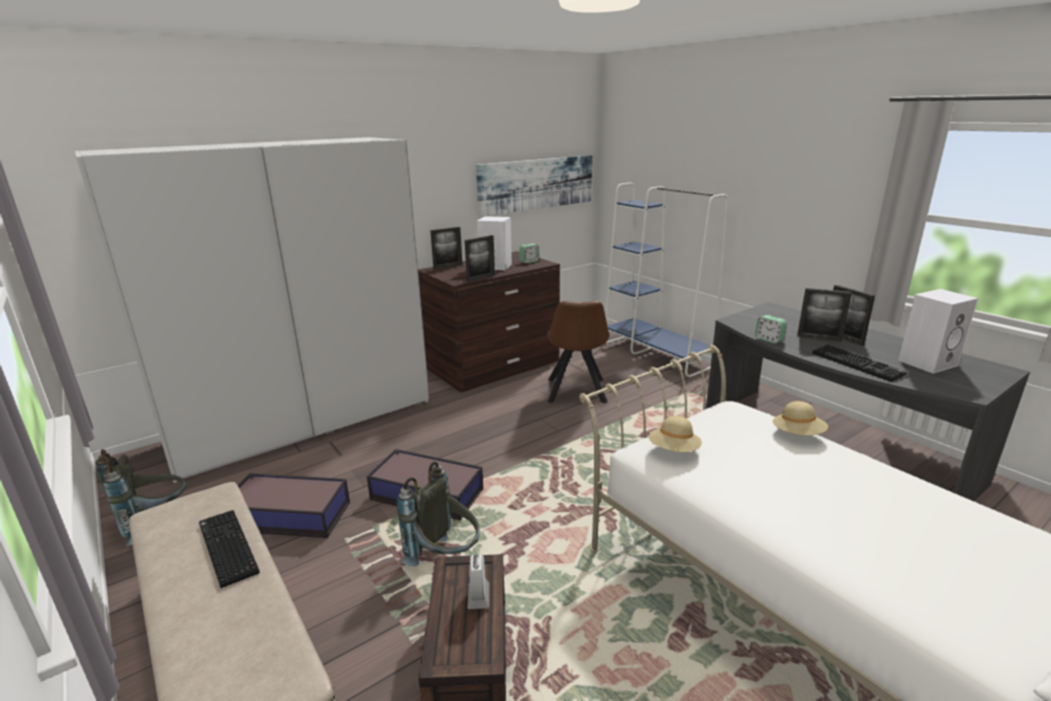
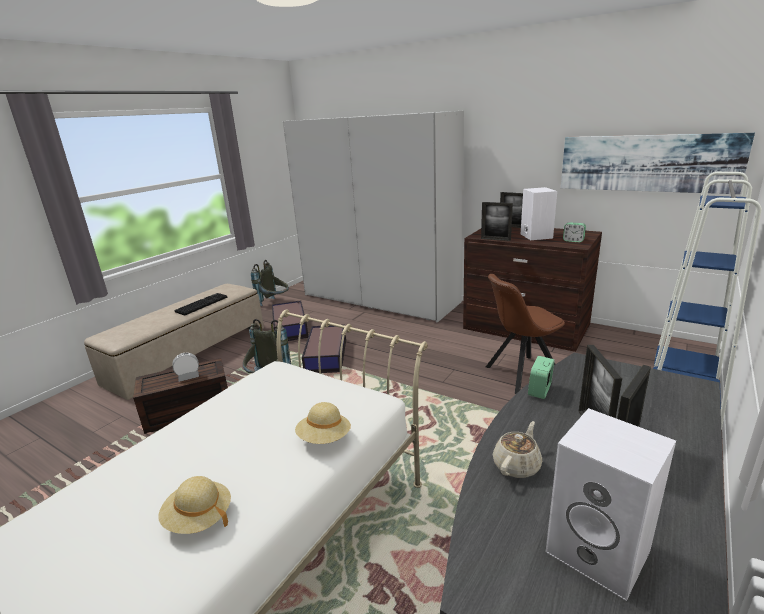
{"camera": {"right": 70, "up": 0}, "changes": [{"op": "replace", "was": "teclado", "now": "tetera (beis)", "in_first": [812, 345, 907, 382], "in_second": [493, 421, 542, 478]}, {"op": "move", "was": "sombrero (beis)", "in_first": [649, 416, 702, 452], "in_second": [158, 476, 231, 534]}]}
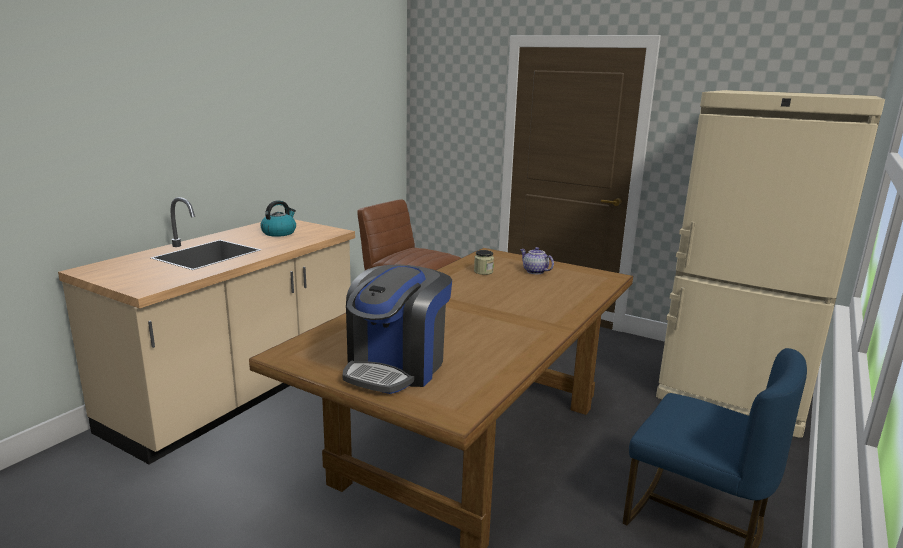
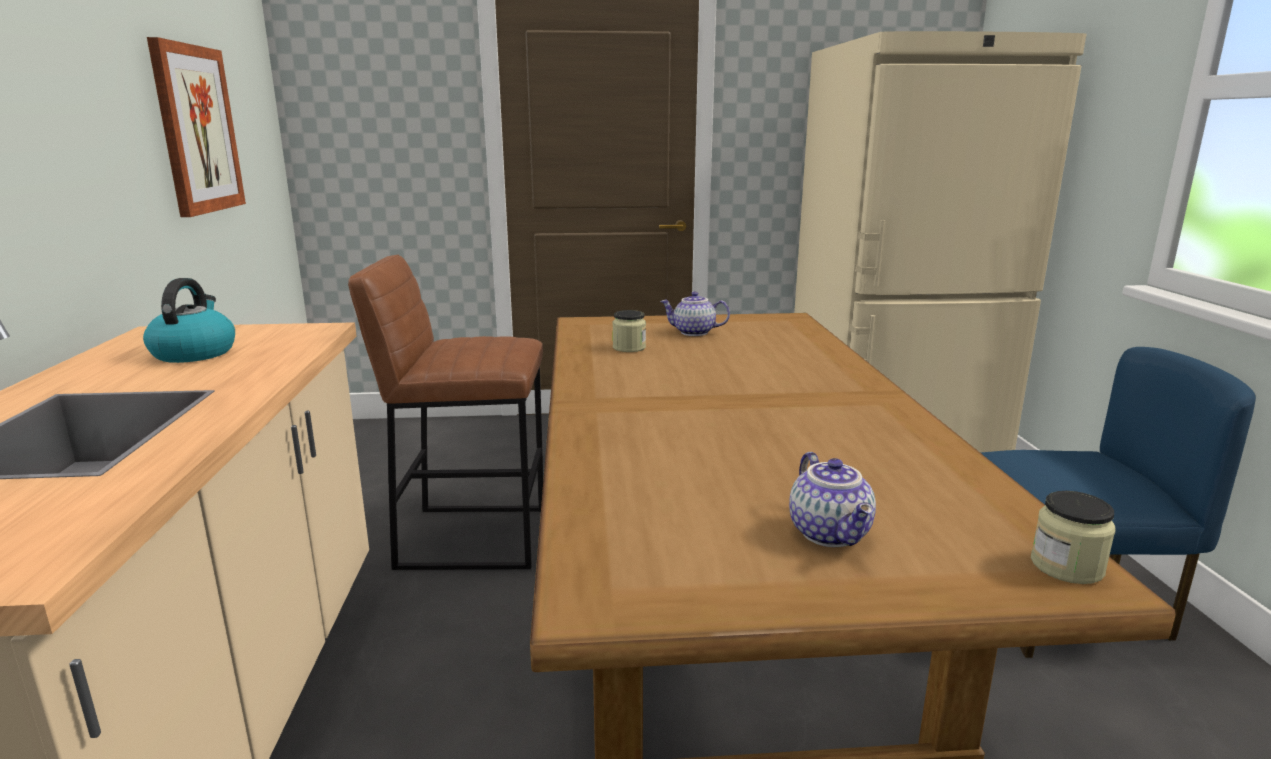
{"camera": {"right": -35, "up": 0}, "changes": [{"op": "replace", "was": "cafetera", "now": "tetera", "in_first": [343, 265, 452, 394], "in_second": [789, 452, 876, 547]}, {"op": "insert", "now": "cuadro", "in_second": [147, 37, 246, 217]}, {"op": "insert", "now": "tarro", "in_second": [1031, 491, 1116, 584]}]}
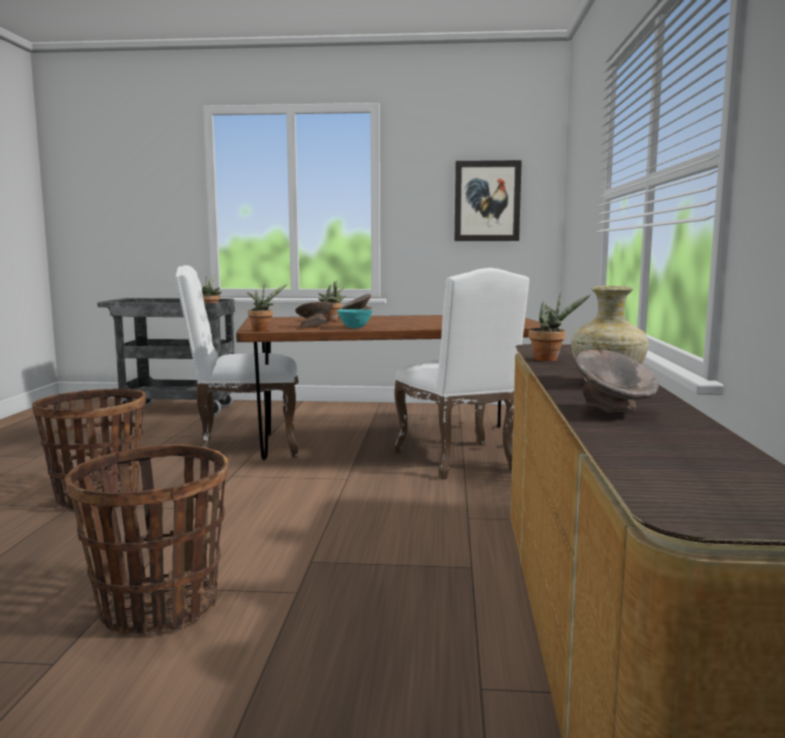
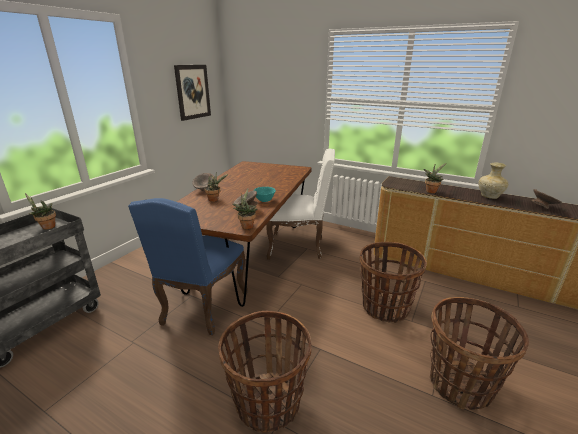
{"camera": {"right": -65, "up": 15}, "changes": [{"op": "recolor", "was": "silla (blanco)", "now": "silla (azul)", "in_first": [176, 265, 299, 459], "in_second": [128, 198, 248, 335]}, {"op": "insert", "now": "cesta", "in_second": [360, 242, 427, 323]}]}
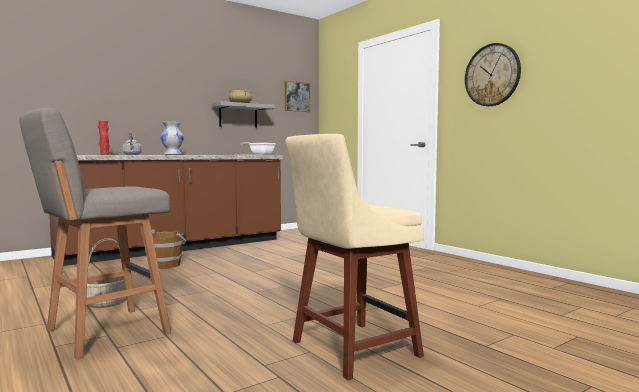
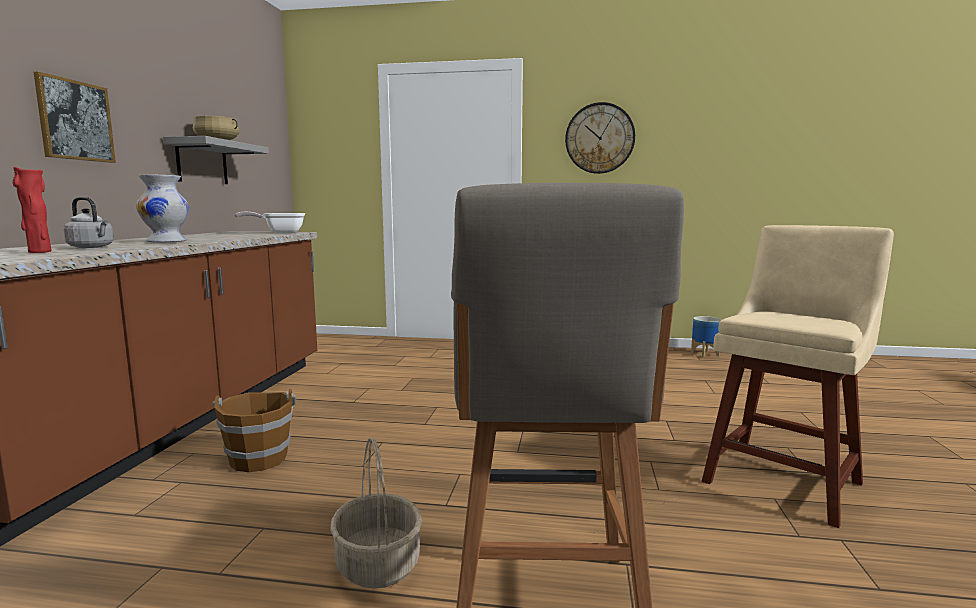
{"camera": {"right": -45, "up": 5}, "changes": [{"op": "move", "was": "cuadro", "in_first": [285, 80, 310, 112], "in_second": [34, 71, 116, 163]}, {"op": "rotate", "was": "silla (beis)", "in_first": [285, 134, 424, 380], "in_second": [702, 225, 894, 528], "clockwise": -150}, {"op": "insert", "now": "maceta", "in_second": [691, 316, 722, 357]}]}
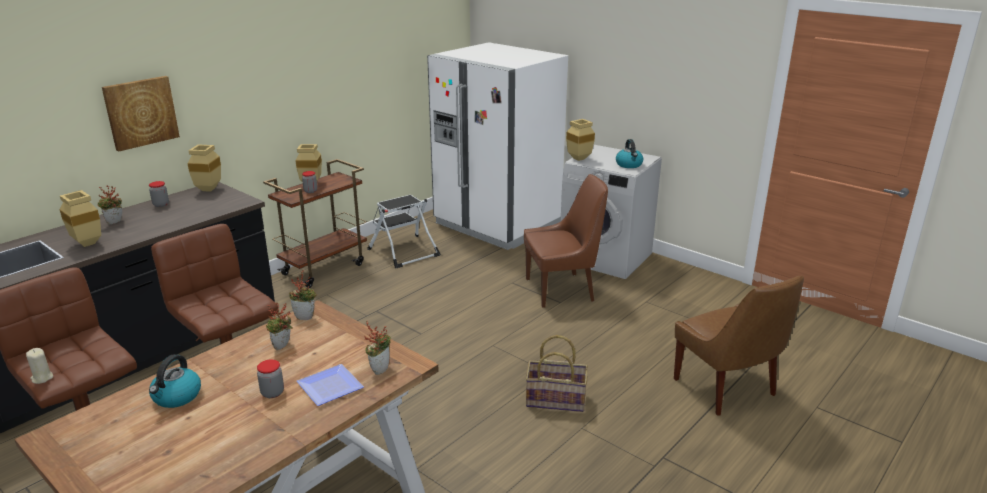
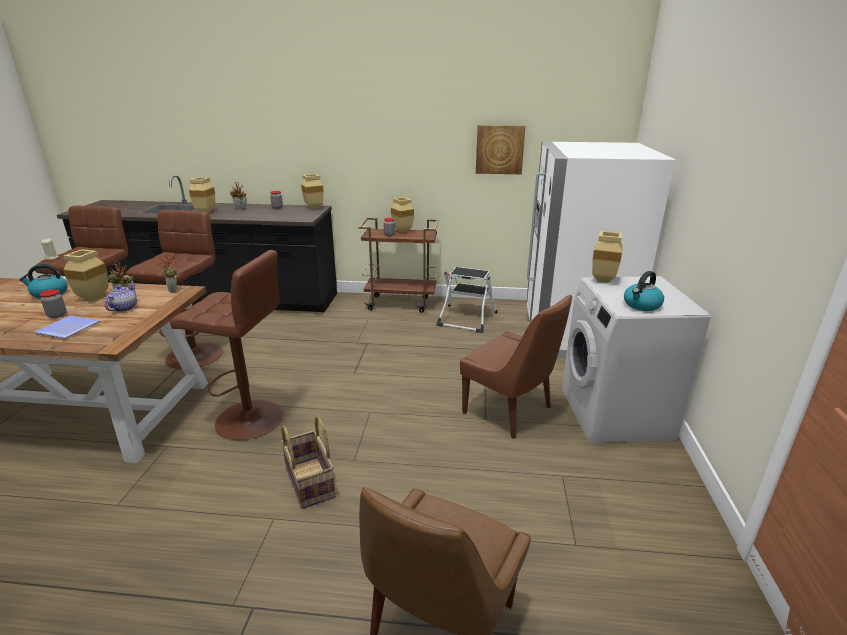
{"camera": {"right": 55, "up": 0}, "changes": [{"op": "move", "was": "cuadro", "in_first": [102, 76, 180, 152], "in_second": [476, 125, 525, 174]}, {"op": "delete", "was": "planta en maceta", "in_first": [365, 321, 391, 375]}, {"op": "insert", "now": "florero (beis)", "in_second": [63, 249, 109, 301]}, {"op": "insert", "now": "taburete (marrón)", "in_second": [170, 250, 283, 440]}, {"op": "insert", "now": "tetera", "in_second": [104, 284, 137, 312]}]}
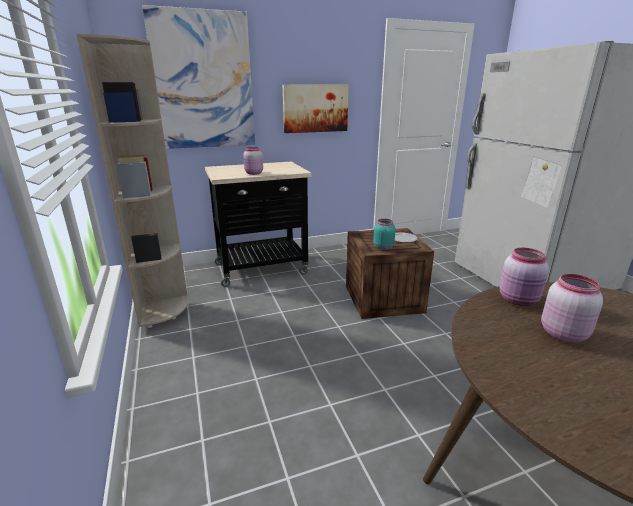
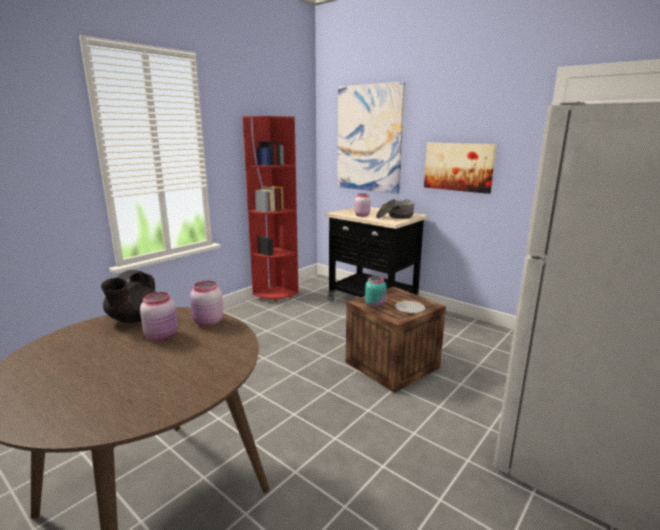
{"camera": {"right": 60, "up": -5}, "changes": [{"op": "recolor", "was": "estantería (beis)", "now": "estantería (rojo)", "in_first": [76, 34, 188, 328], "in_second": [242, 116, 299, 302]}, {"op": "insert", "now": "olla", "in_second": [376, 199, 415, 219]}, {"op": "insert", "now": "tetera (negro)", "in_second": [101, 270, 156, 323]}]}
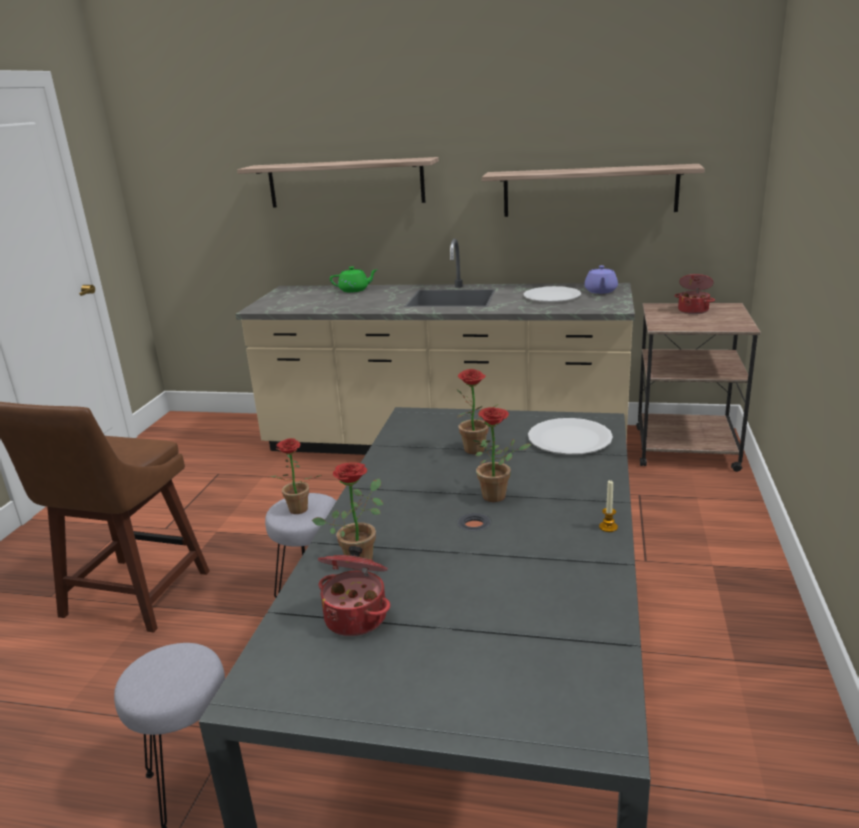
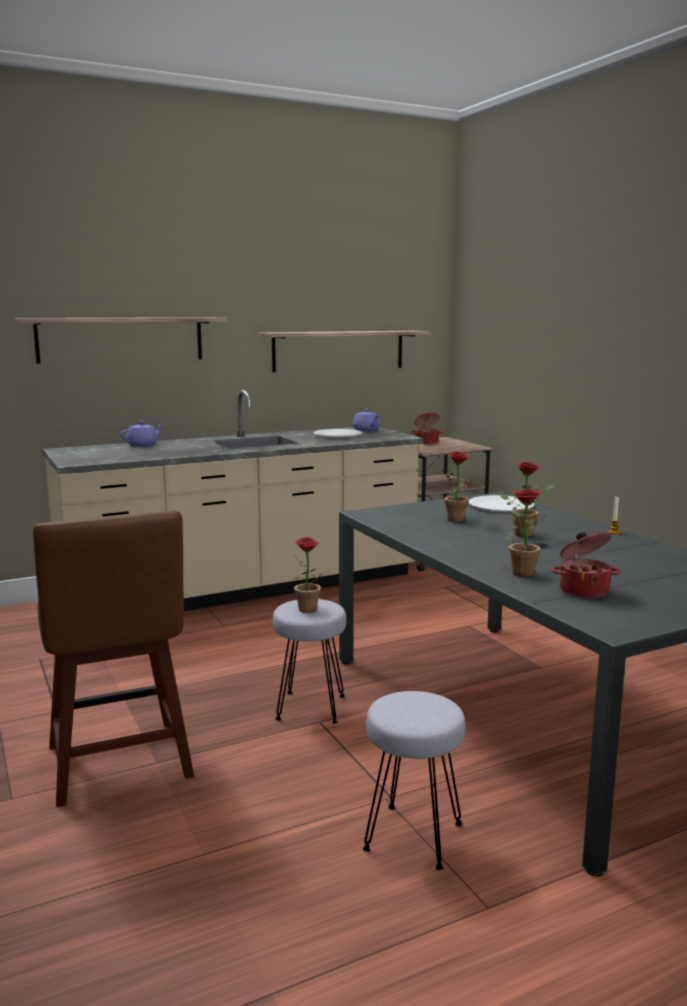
{"camera": {"right": -40, "up": -10}, "changes": [{"op": "recolor", "was": "tetera (verde)", "now": "tetera (morado)", "in_first": [330, 266, 377, 293], "in_second": [120, 421, 163, 447]}]}
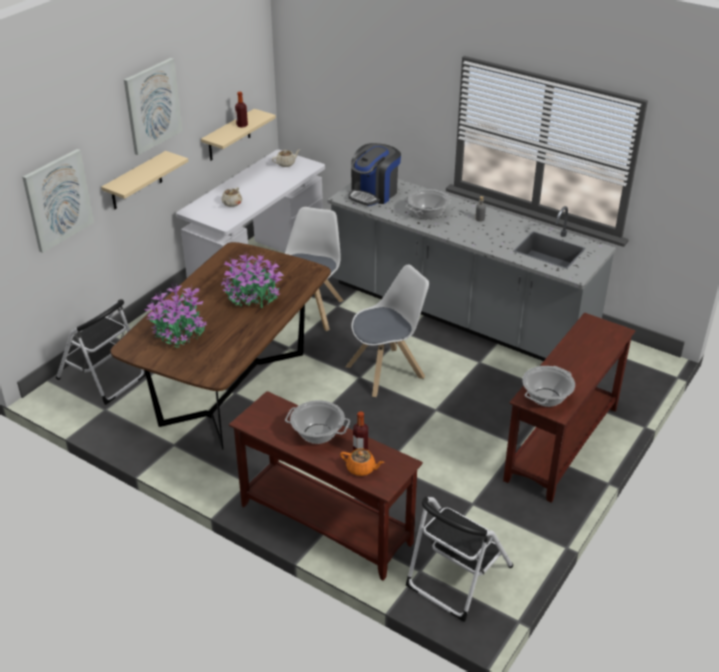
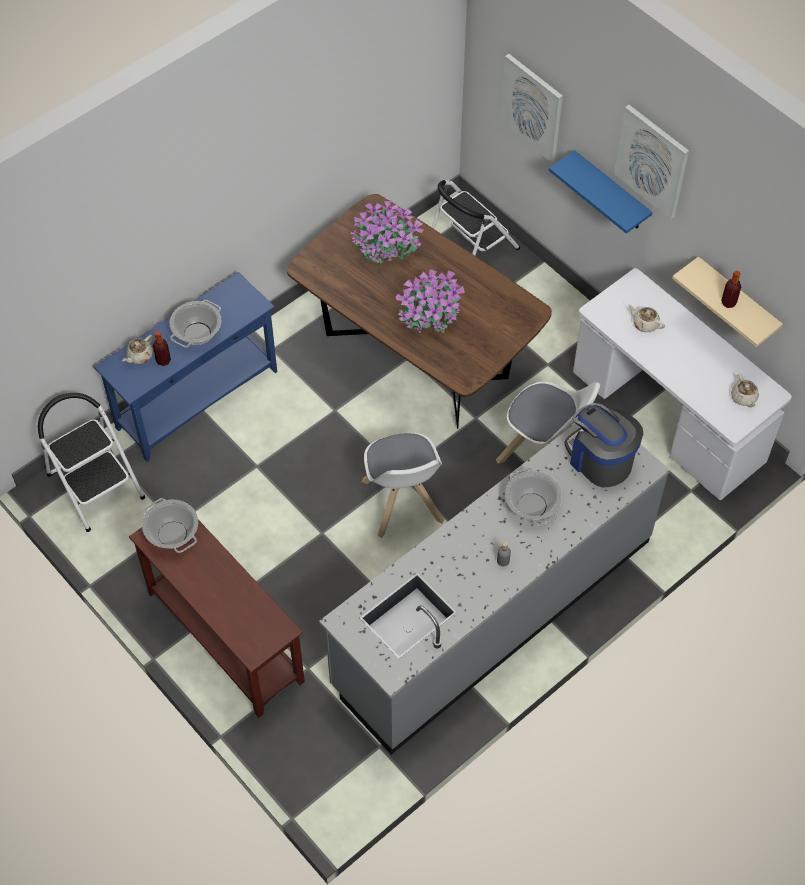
{"camera": {"right": 105, "up": 20}, "changes": [{"op": "recolor", "was": "estante (beis)", "now": "estante (azul)", "in_first": [101, 151, 188, 209], "in_second": [549, 150, 652, 234]}, {"op": "recolor", "was": "mesa consola (marrón)", "now": "mesa consola (azul)", "in_first": [229, 391, 423, 581], "in_second": [94, 272, 277, 462]}, {"op": "recolor", "was": "tetera (naranja)", "now": "tetera (beis)", "in_first": [340, 448, 384, 476], "in_second": [122, 335, 153, 364]}]}
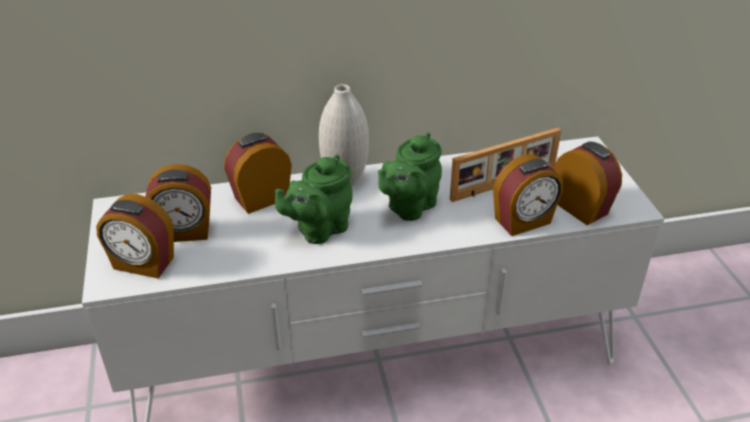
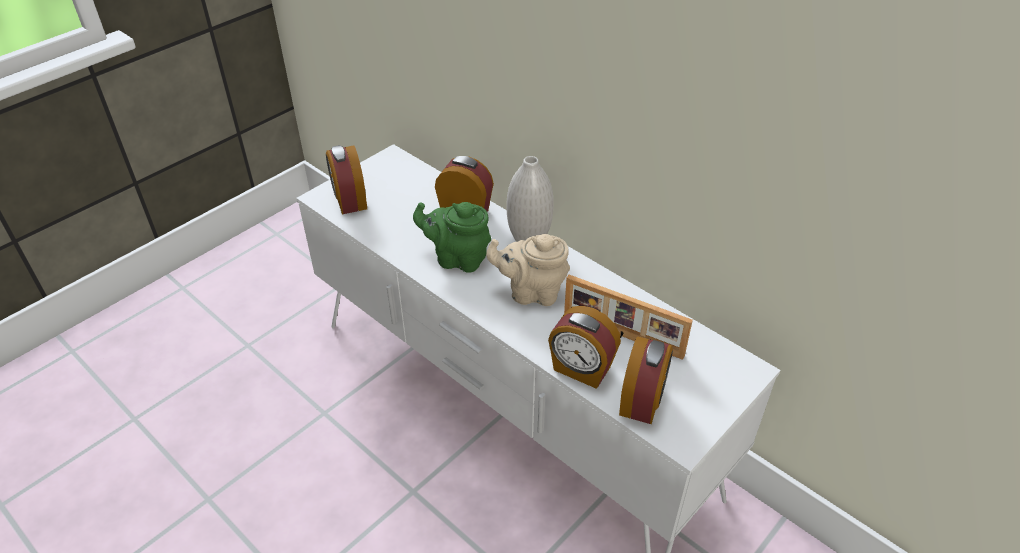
{"camera": {"right": 55, "up": 5}, "changes": [{"op": "recolor", "was": "tetera (verde)", "now": "tetera (beis)", "in_first": [378, 132, 442, 221], "in_second": [486, 234, 570, 306]}, {"op": "delete", "was": "despertador", "in_first": [145, 164, 211, 242]}]}
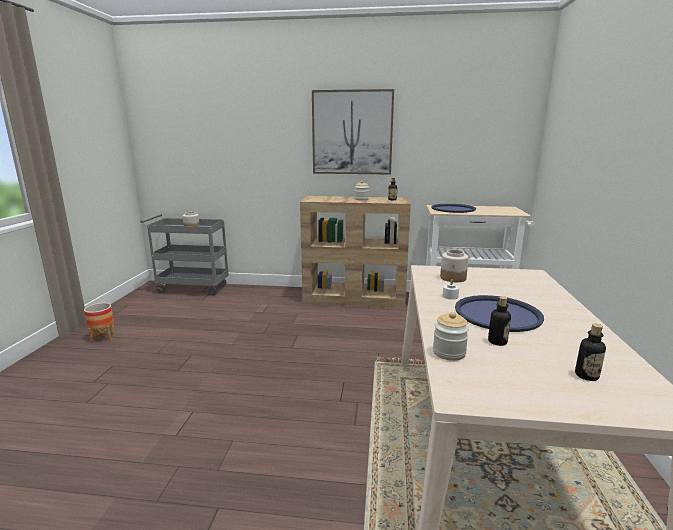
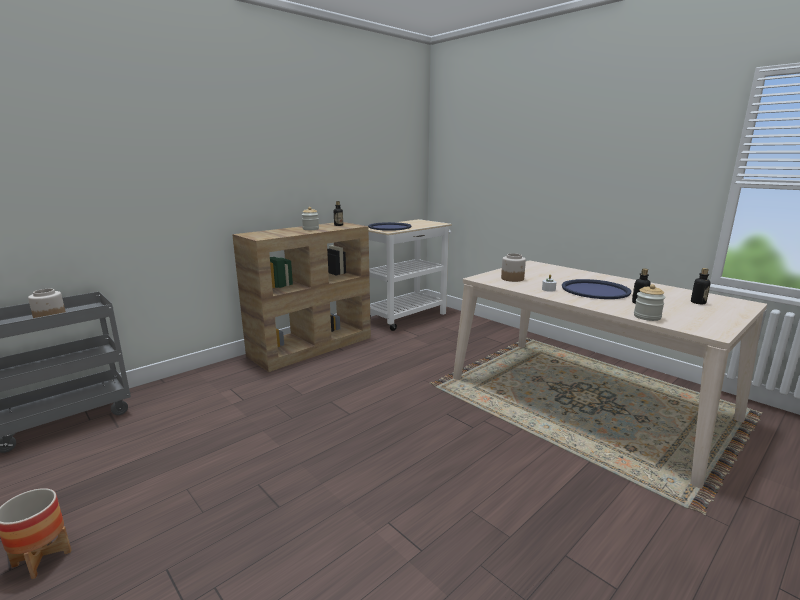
{"camera": {"right": -50, "up": 0}, "changes": [{"op": "delete", "was": "cuadro", "in_first": [312, 89, 394, 174]}]}
